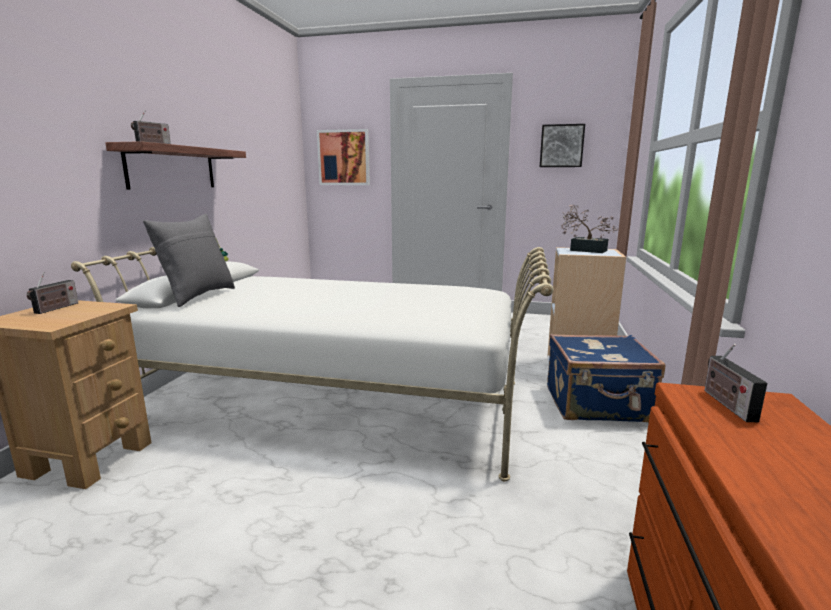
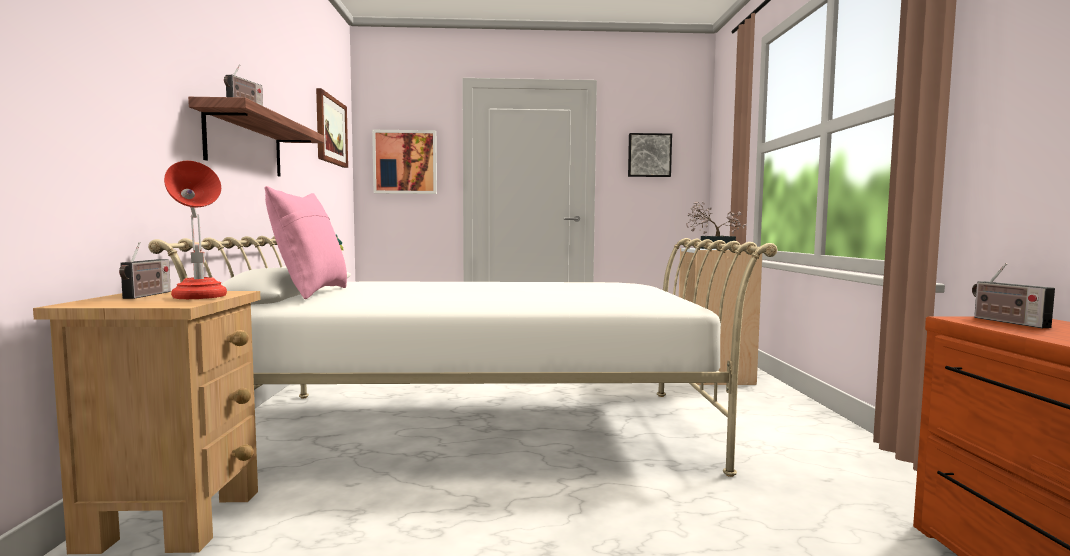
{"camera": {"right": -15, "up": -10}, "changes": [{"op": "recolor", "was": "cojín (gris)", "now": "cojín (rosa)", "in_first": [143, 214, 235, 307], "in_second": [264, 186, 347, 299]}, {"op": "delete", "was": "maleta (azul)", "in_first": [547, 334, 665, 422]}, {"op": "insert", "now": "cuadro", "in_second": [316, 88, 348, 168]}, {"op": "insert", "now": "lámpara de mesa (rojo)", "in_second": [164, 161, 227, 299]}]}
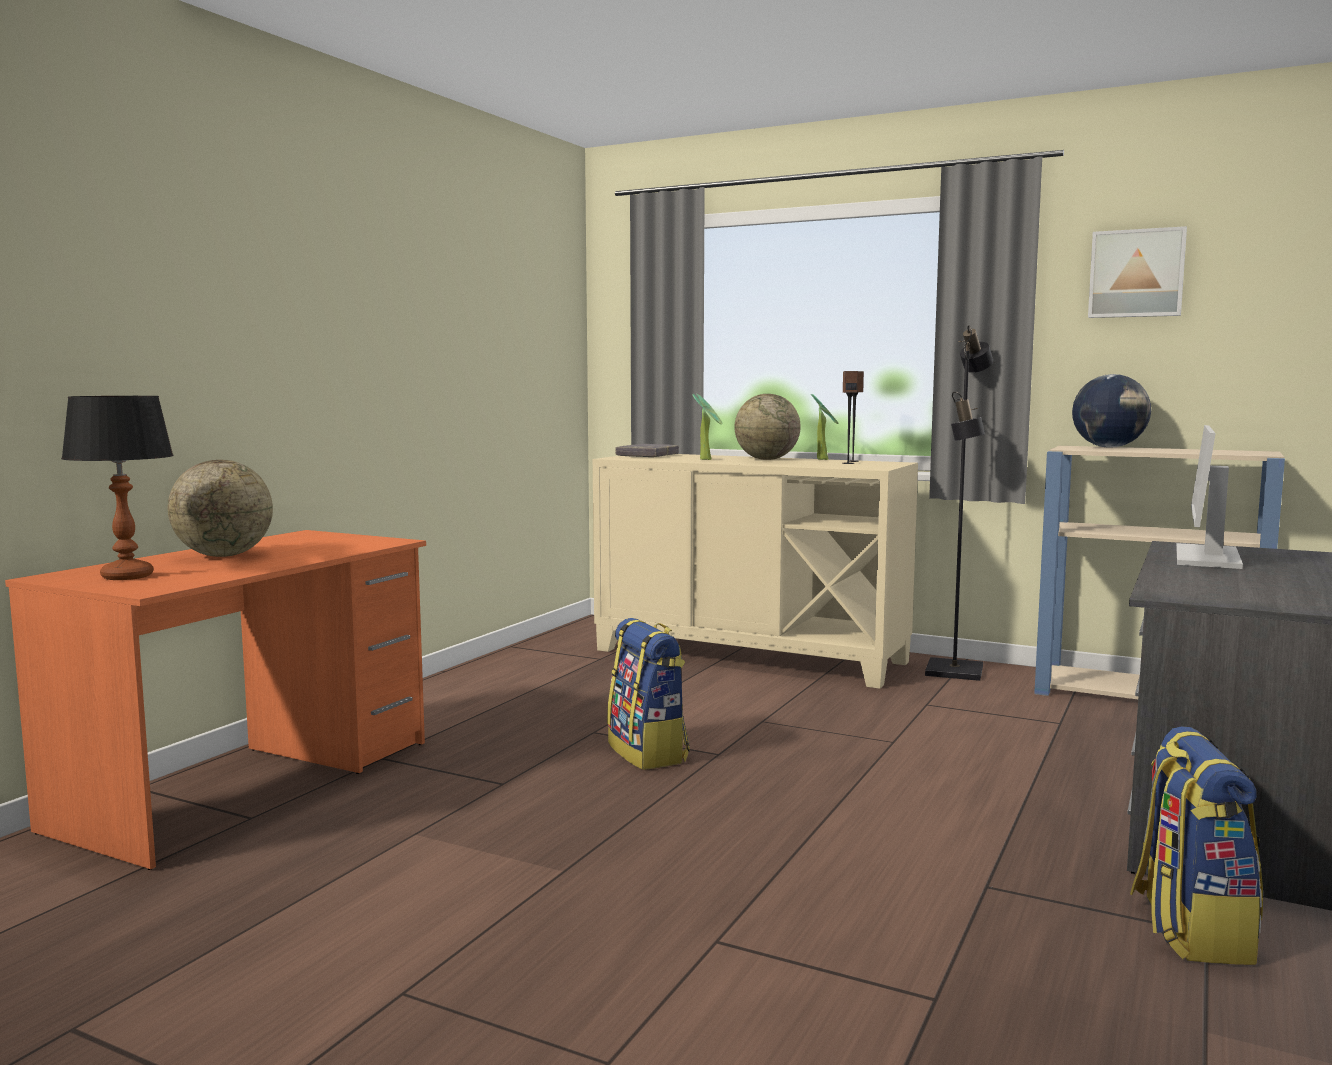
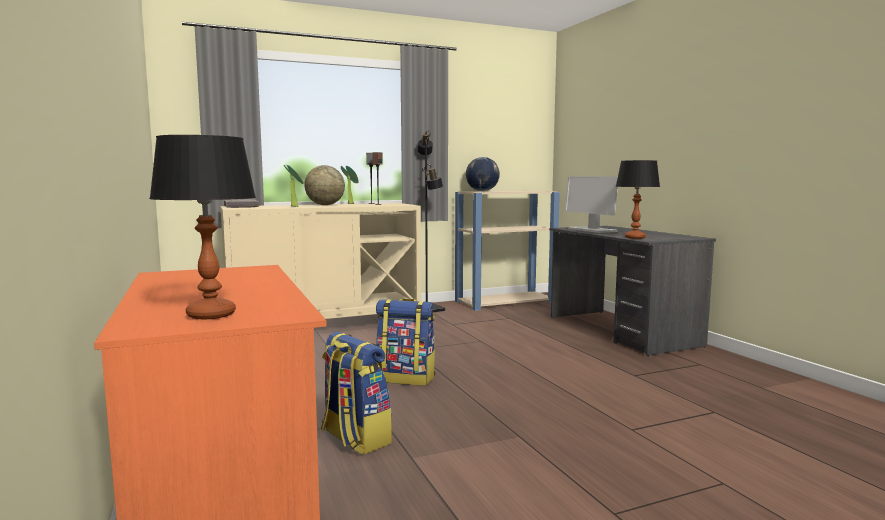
{"camera": {"right": -50, "up": 0}, "changes": [{"op": "delete", "was": "cuadro", "in_first": [1088, 226, 1187, 318]}, {"op": "delete", "was": "globo terráqueo", "in_first": [168, 460, 273, 557]}, {"op": "move", "was": "mochila", "in_first": [1130, 726, 1263, 965], "in_second": [321, 332, 392, 454]}, {"op": "insert", "now": "lámpara de mesa", "in_second": [616, 160, 660, 239]}]}
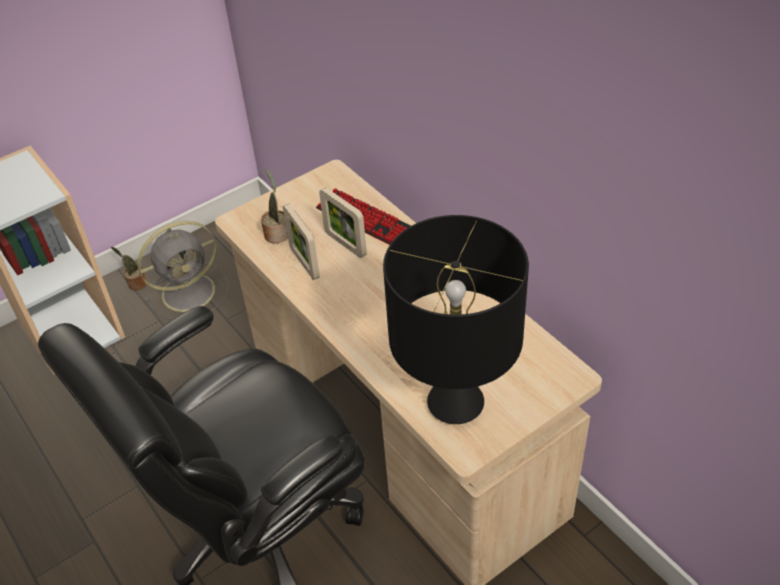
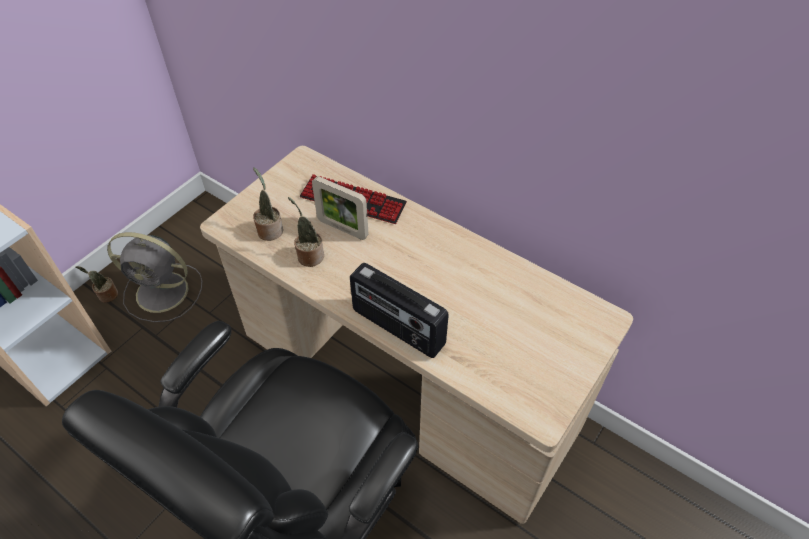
{"camera": {"right": -20, "up": 5}, "changes": [{"op": "replace", "was": "portarretratos", "now": "planta en maceta", "in_first": [283, 204, 320, 280], "in_second": [288, 197, 324, 267]}, {"op": "delete", "was": "lámpara de mesa (negro)", "in_first": [383, 215, 529, 424]}, {"op": "rotate", "was": "ventilador (gris)", "in_first": [137, 221, 229, 320], "in_second": [107, 232, 202, 322], "clockwise": 60}, {"op": "insert", "now": "radio", "in_second": [350, 263, 449, 358]}]}
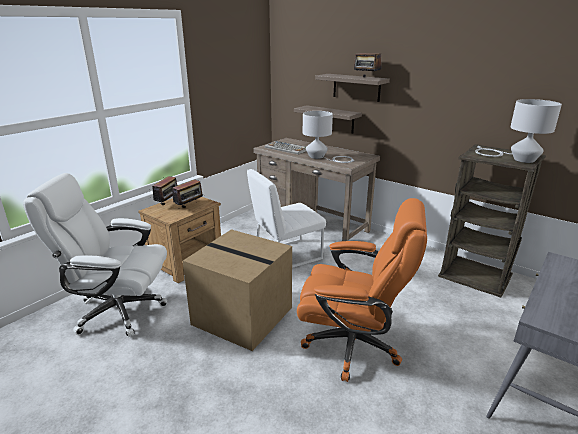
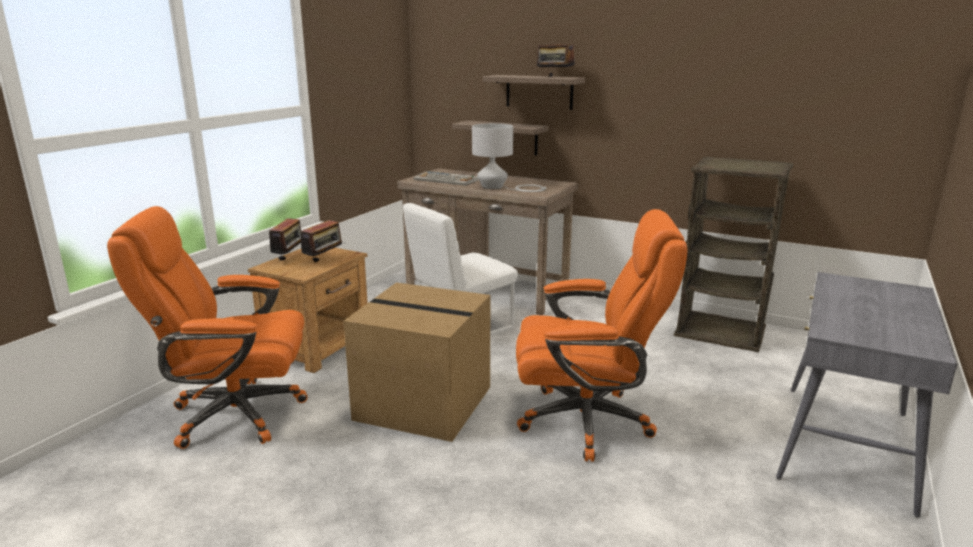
{"camera": {"right": -10, "up": -5}, "changes": [{"op": "delete", "was": "lámpara de mesa (gris)", "in_first": [475, 99, 562, 163]}, {"op": "recolor", "was": "silla de oficina (blanco)", "now": "silla de oficina (naranja)", "in_first": [23, 173, 167, 337], "in_second": [107, 206, 308, 449]}]}
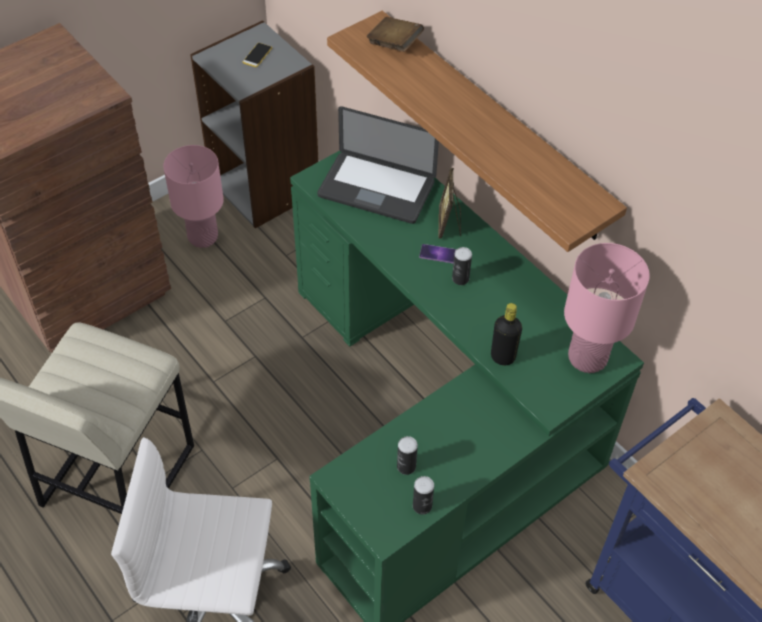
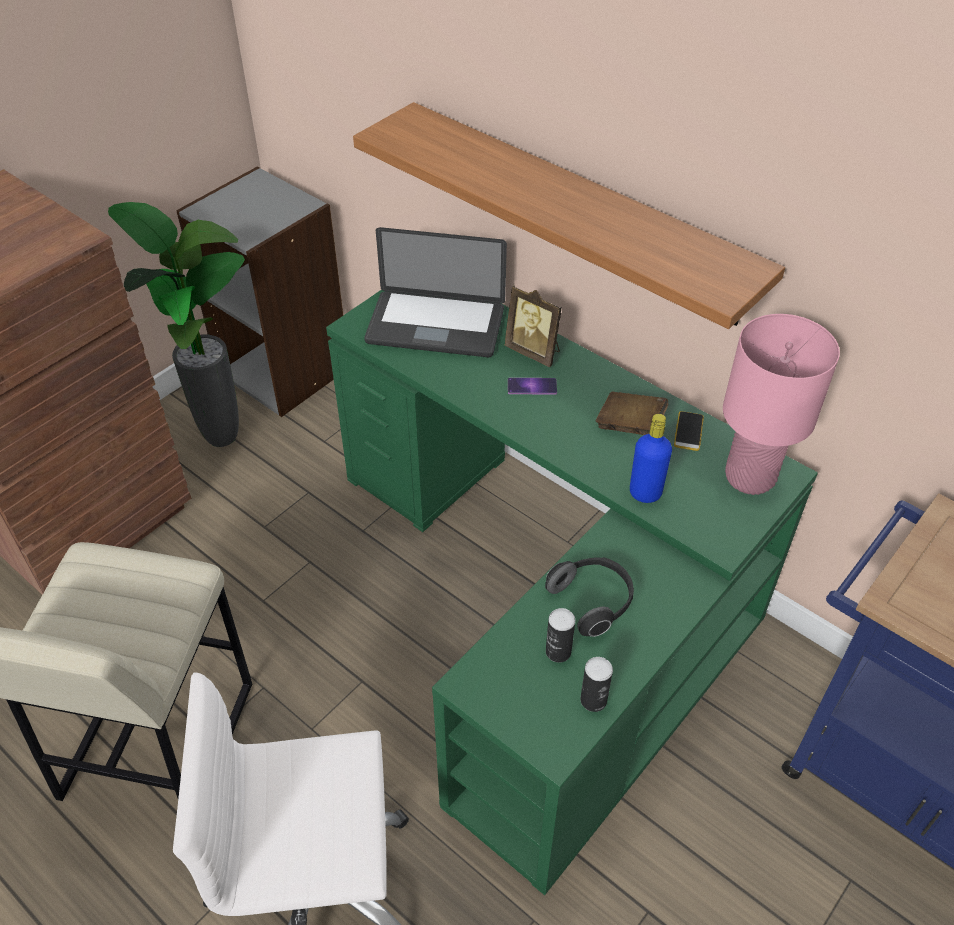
{"camera": {"right": -10, "up": -5}, "changes": [{"op": "move", "was": "libro (marrón)", "in_first": [366, 17, 424, 52], "in_second": [596, 391, 668, 435]}, {"op": "move", "was": "móvil", "in_first": [243, 43, 272, 67], "in_second": [674, 411, 704, 451]}, {"op": "replace", "was": "lámpara de mesa (rosa)", "now": "planta en maceta", "in_first": [163, 145, 224, 248], "in_second": [108, 202, 245, 447]}, {"op": "rotate", "was": "portarretratos", "in_first": [438, 168, 461, 239], "in_second": [504, 285, 562, 367], "clockwise": -45}, {"op": "delete", "was": "lata", "in_first": [452, 247, 472, 285]}, {"op": "recolor", "was": "botella (negro)", "now": "botella (azul)", "in_first": [491, 303, 522, 366], "in_second": [630, 414, 672, 503]}, {"op": "insert", "now": "auriculares", "in_second": [545, 557, 634, 637]}]}
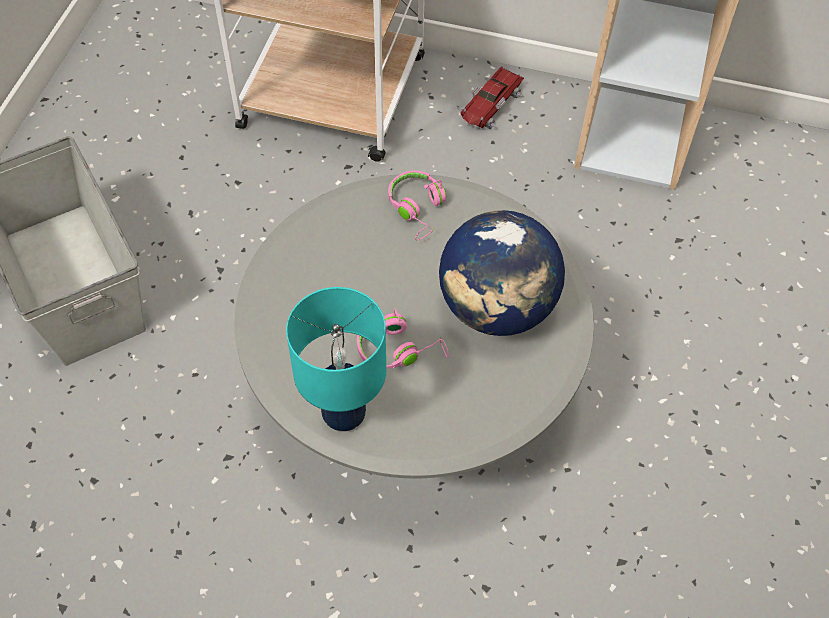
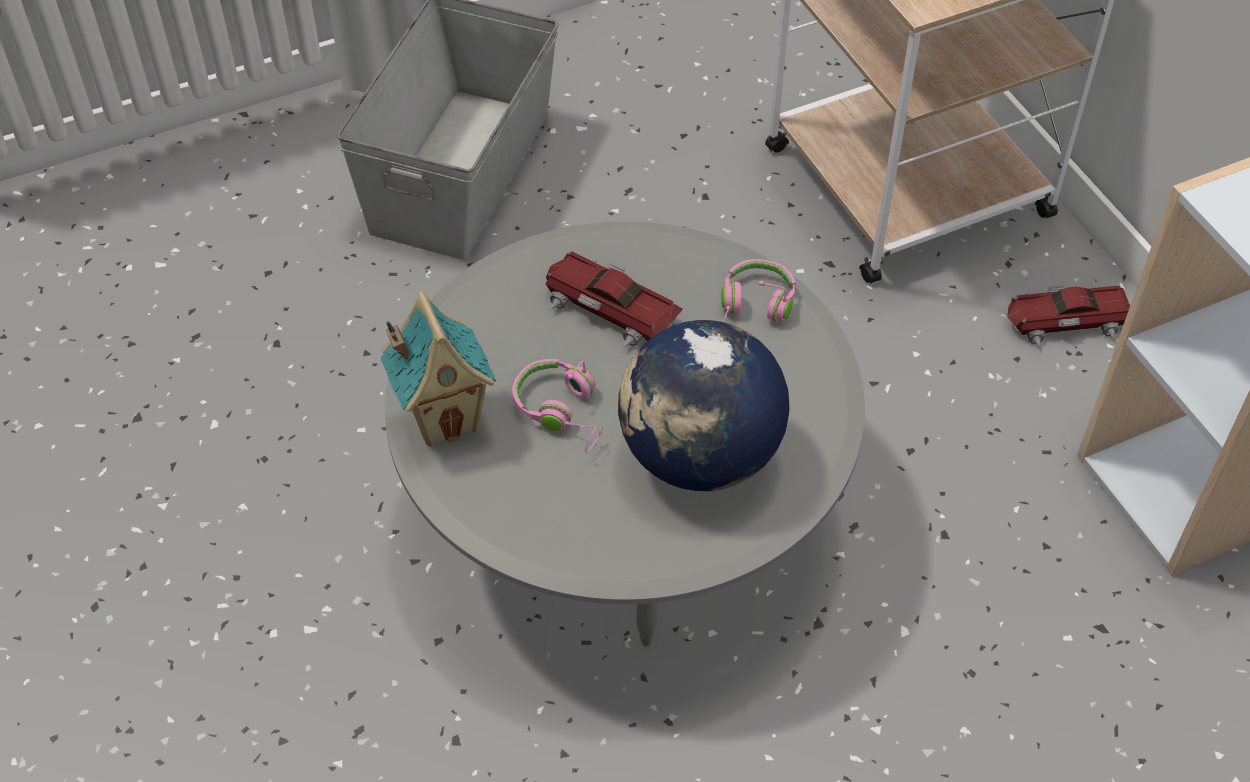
{"camera": {"right": 50, "up": -5}, "changes": [{"op": "replace", "was": "lámpara de mesa (turquesa)", "now": "casita", "in_first": [286, 287, 386, 431], "in_second": [381, 291, 496, 447]}, {"op": "insert", "now": "coche de juguete", "in_second": [545, 251, 683, 348]}]}
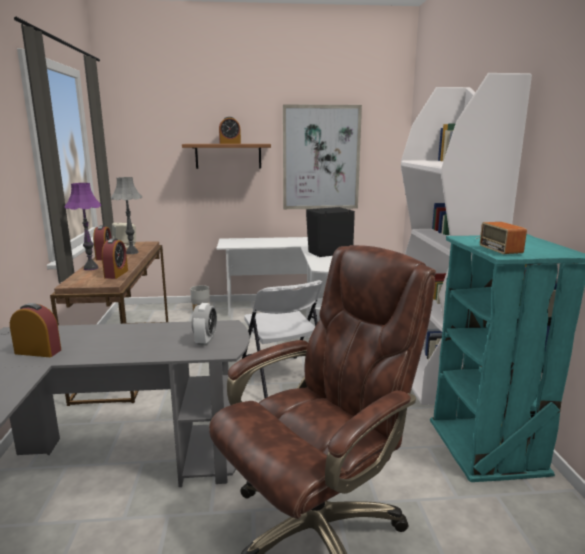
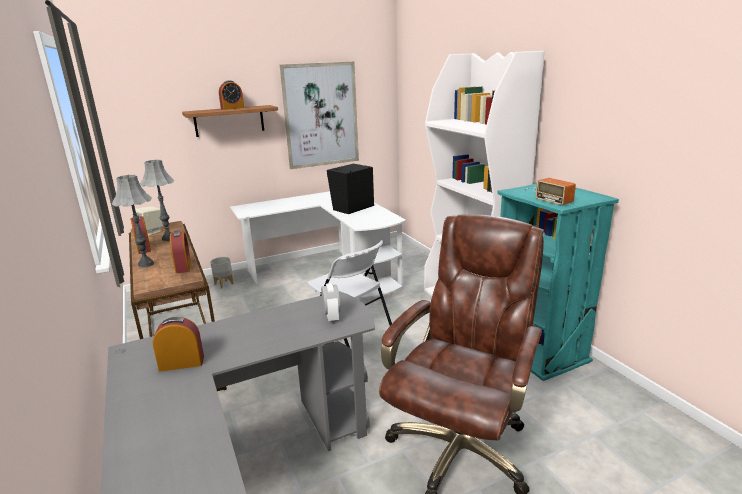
{"camera": {"right": -20, "up": 5}, "changes": [{"op": "recolor", "was": "lámpara de mesa (morado)", "now": "lámpara de mesa (gris)", "in_first": [64, 183, 101, 270], "in_second": [112, 175, 154, 268]}]}
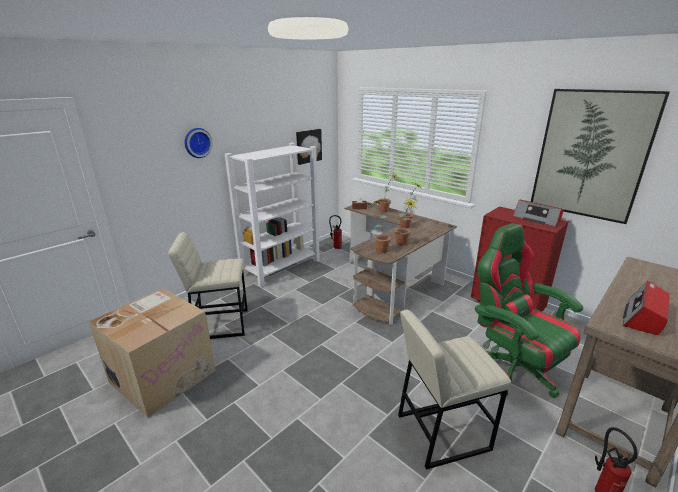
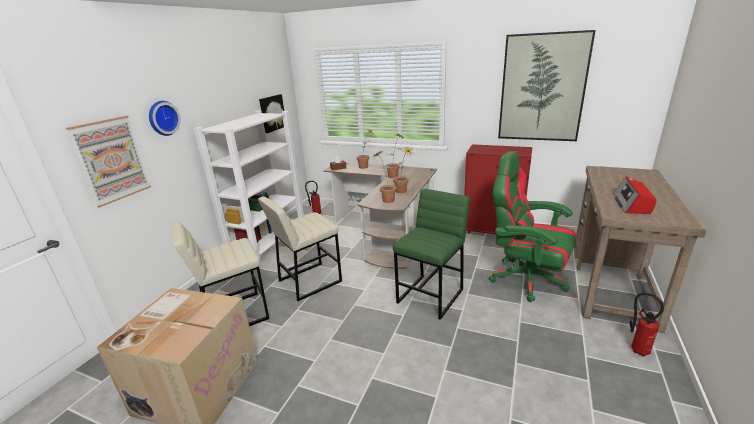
{"camera": {"right": -20, "up": 0}, "changes": [{"op": "delete", "was": "radio", "in_first": [513, 200, 563, 227]}, {"op": "move", "was": "silla (beis)", "in_first": [398, 309, 511, 470], "in_second": [258, 196, 342, 301]}, {"op": "insert", "now": "cuadro", "in_second": [66, 116, 151, 208]}, {"op": "insert", "now": "silla (verde)", "in_second": [393, 189, 470, 320]}]}
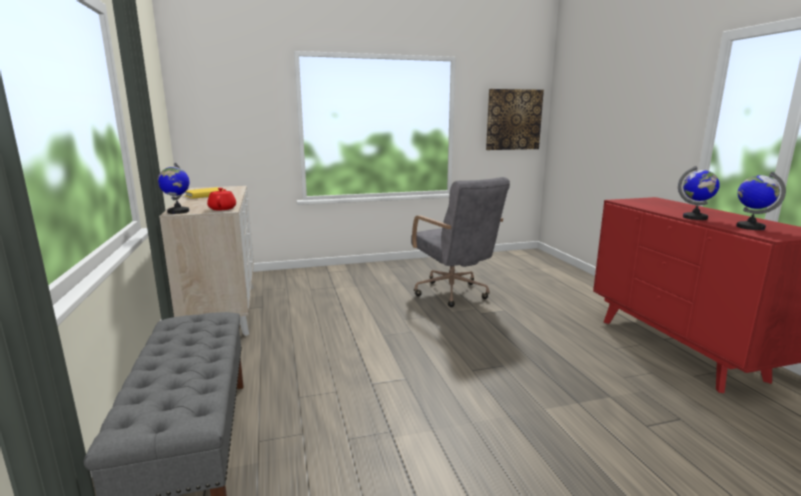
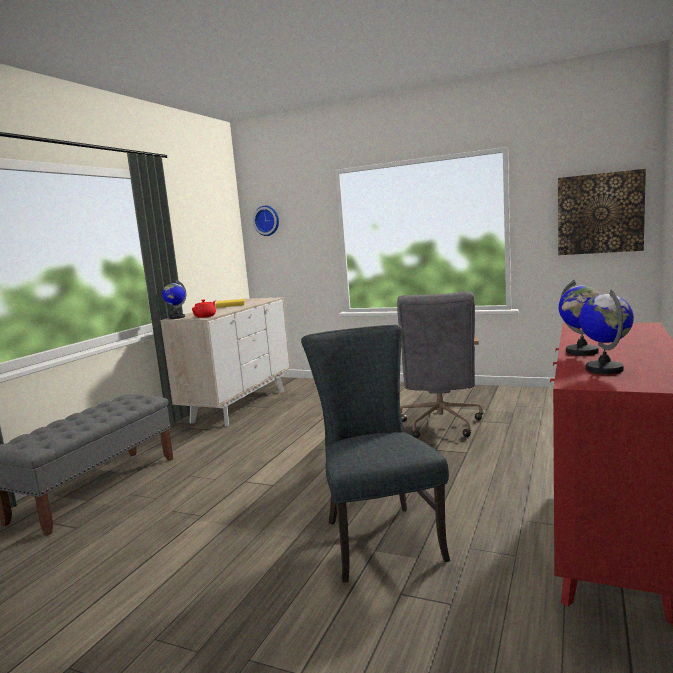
{"camera": {"right": 40, "up": -5}, "changes": [{"op": "insert", "now": "reloj de pared", "in_second": [253, 206, 279, 236]}, {"op": "insert", "now": "silla (gris)", "in_second": [301, 325, 450, 583]}]}
